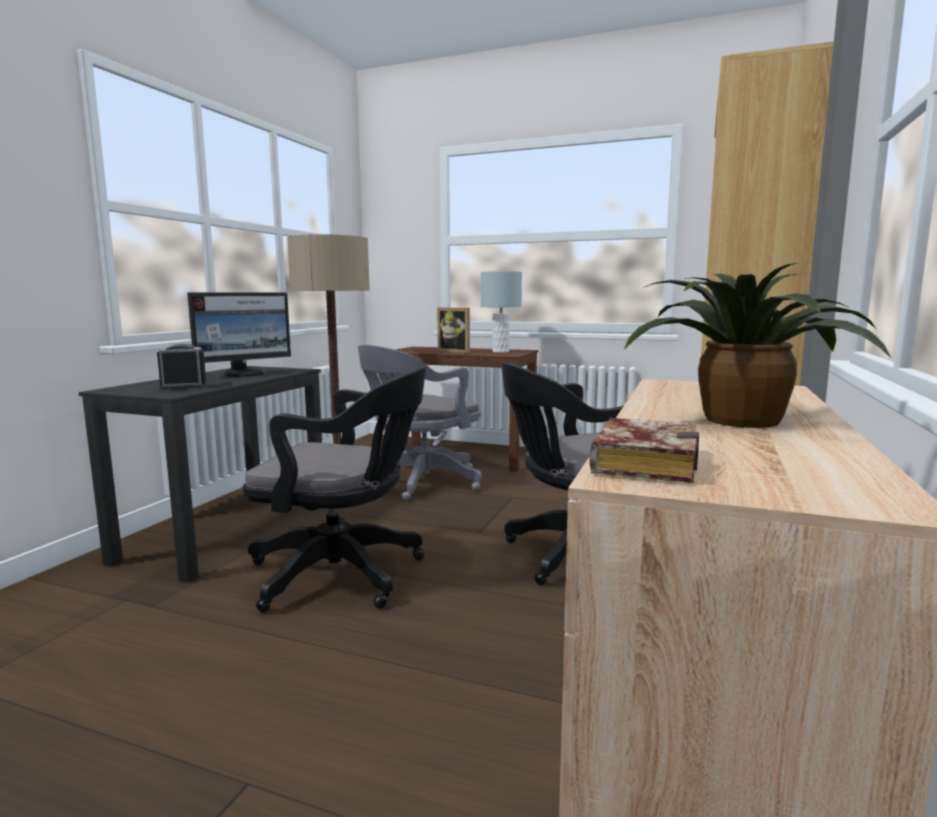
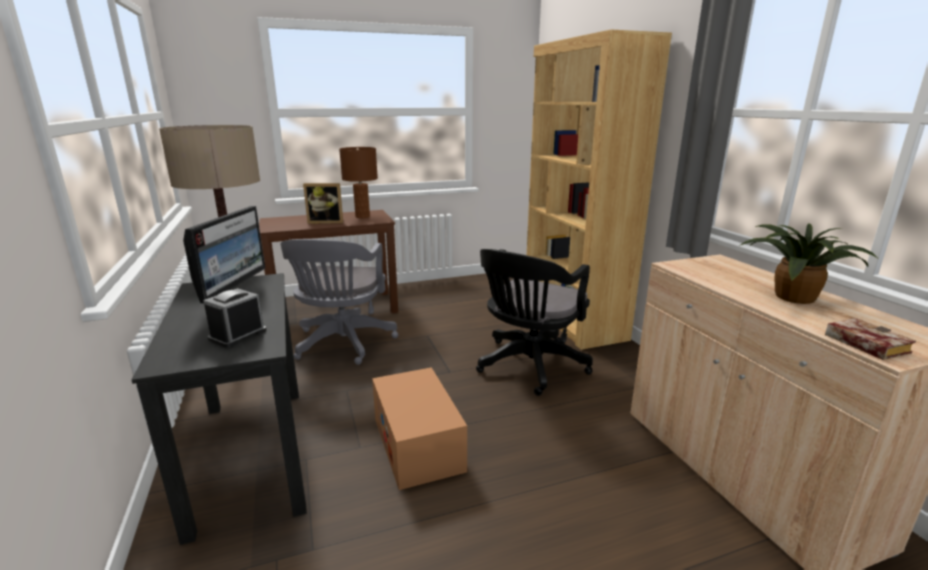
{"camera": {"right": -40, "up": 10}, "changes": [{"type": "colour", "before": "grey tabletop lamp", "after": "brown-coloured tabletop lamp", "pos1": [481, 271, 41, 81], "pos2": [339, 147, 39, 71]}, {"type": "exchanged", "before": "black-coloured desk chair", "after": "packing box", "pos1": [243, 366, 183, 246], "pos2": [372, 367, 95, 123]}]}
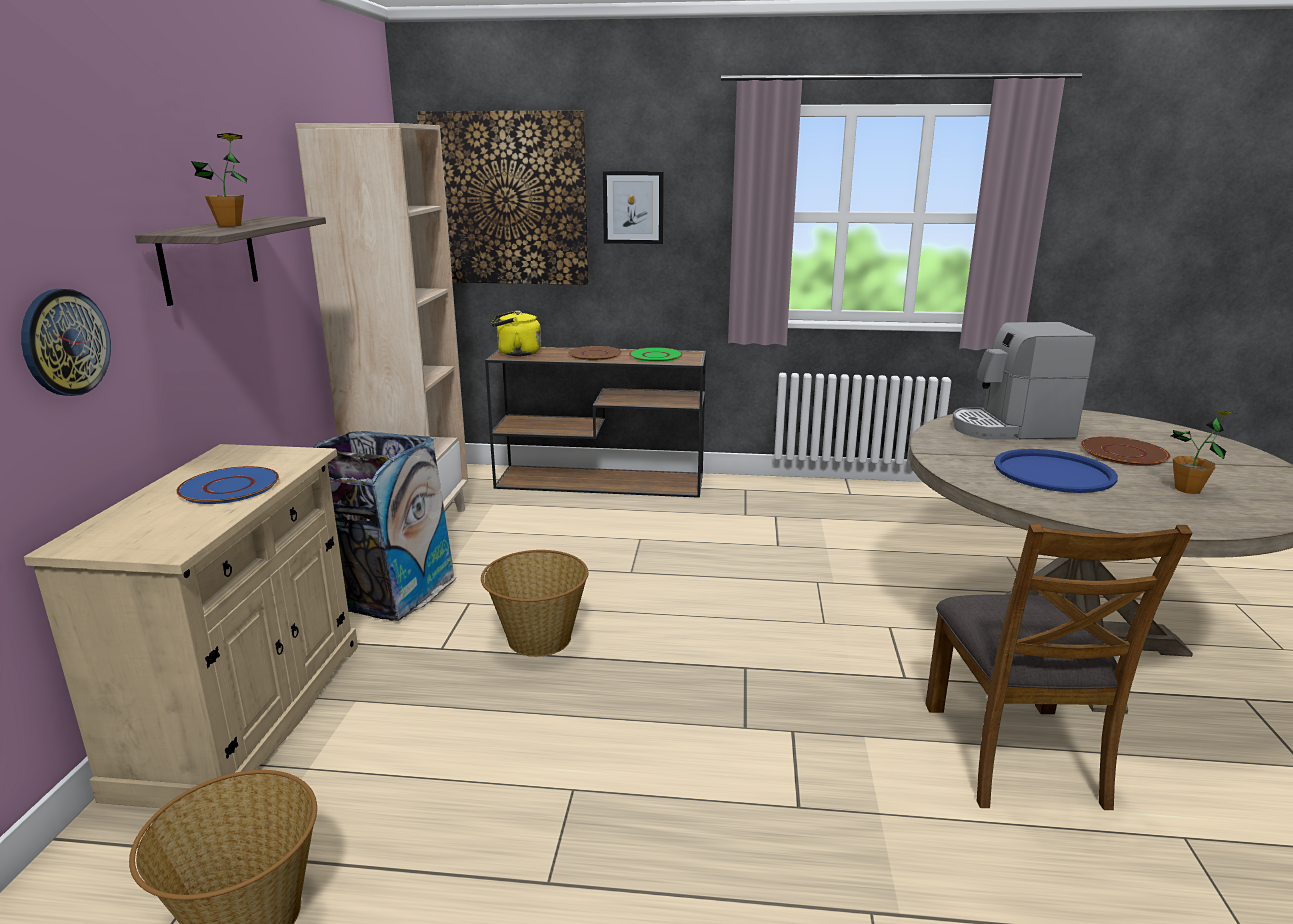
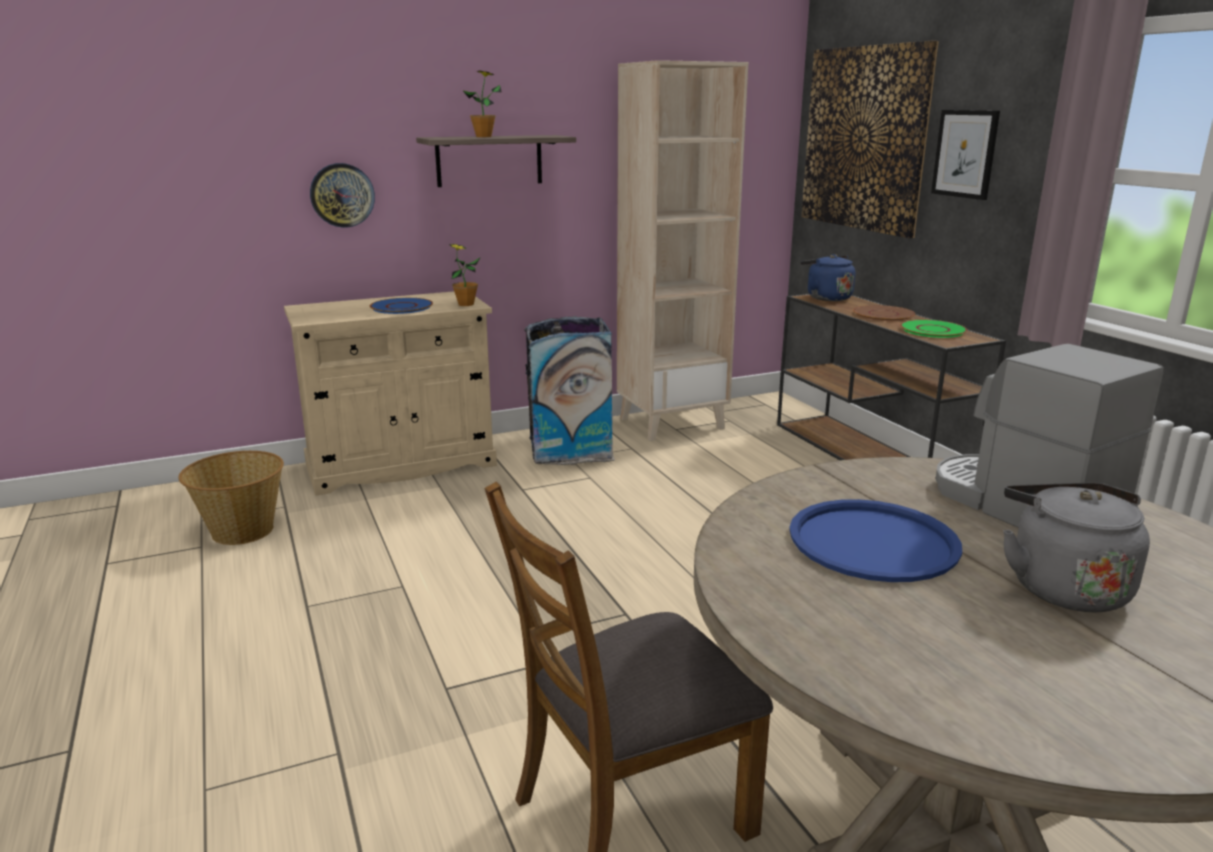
{"camera": {"right": 60, "up": 0}, "changes": [{"type": "colour", "before": "yellow water kettle", "after": "blue water kettle", "pos1": [492, 310, 49, 46], "pos2": [801, 254, 54, 47]}, {"type": "relocated", "before": "potted plant", "pos1": [1171, 409, 67, 85], "pos2": [448, 244, 32, 62]}, {"type": "exchanged", "before": "brown-coloured flat dish", "after": "grey water kettle", "pos1": [1081, 436, 90, 30], "pos2": [1003, 483, 147, 129]}, {"type": "missing", "before": "basket", "pos1": [481, 550, 107, 107]}]}
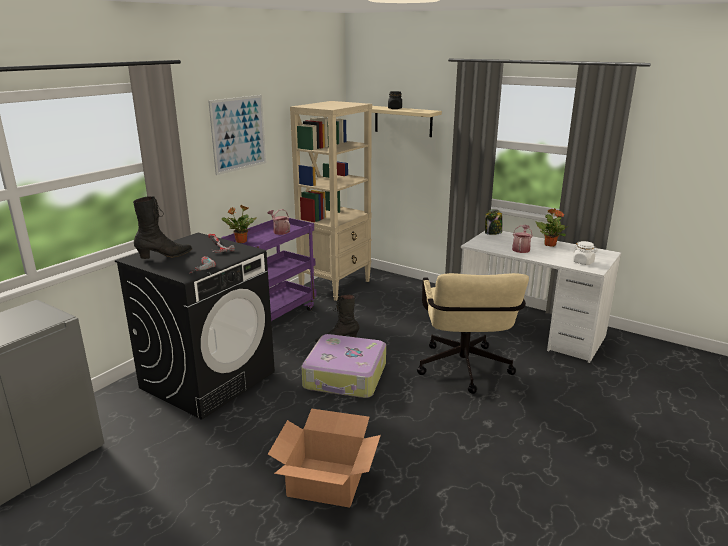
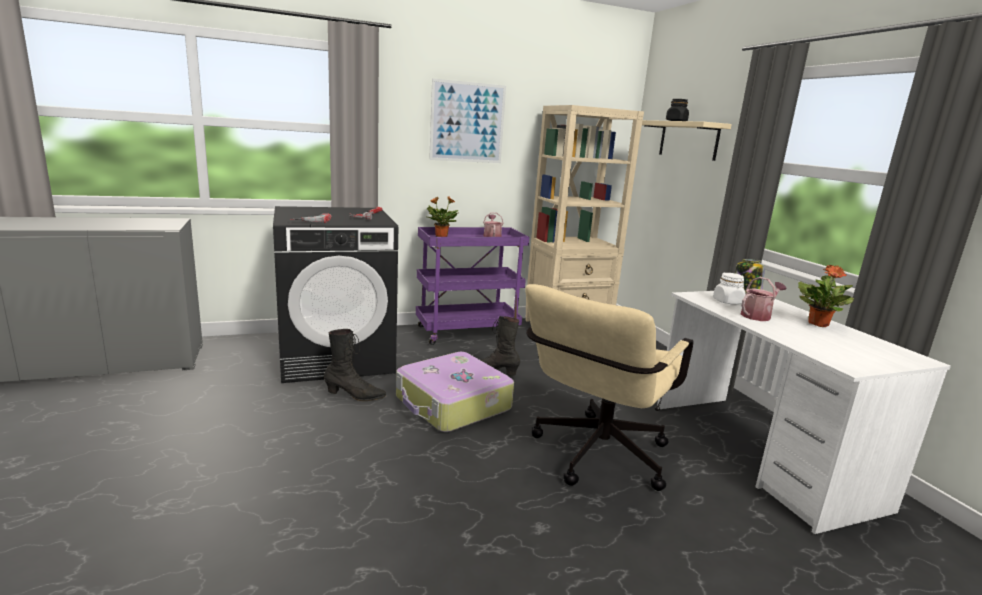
{"camera": {"right": 35, "up": -5}, "changes": [{"type": "relocated", "before": "black-coloured boot", "pos1": [133, 196, 59, 63], "pos2": [324, 329, 62, 72]}, {"type": "relocated", "before": "white jar", "pos1": [573, 241, 25, 24], "pos2": [713, 273, 33, 31]}, {"type": "missing", "before": "packing box", "pos1": [268, 408, 113, 100]}]}
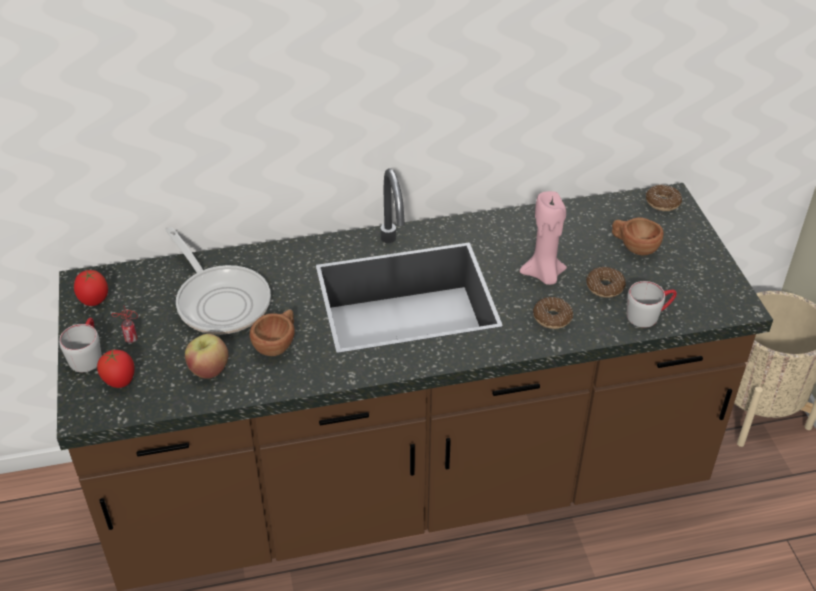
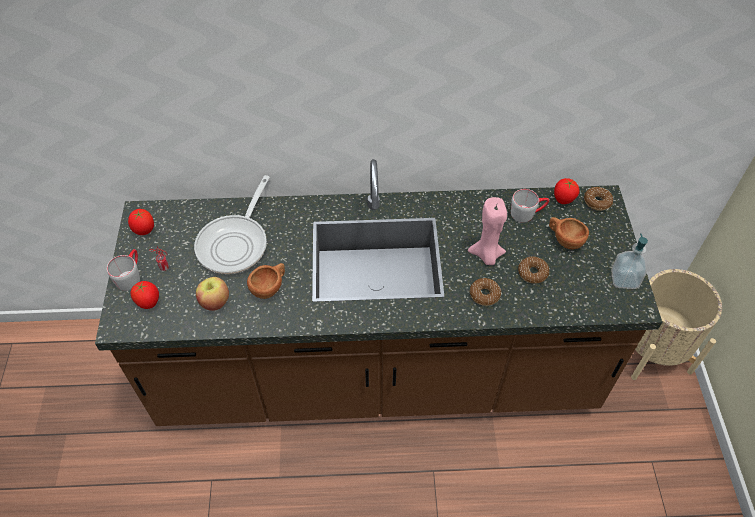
{"camera": {"right": 10, "up": 10}, "changes": [{"type": "spun", "before": "frying pan", "pos1": [166, 227, 105, 108], "pos2": [194, 175, 76, 99], "turn": 45}, {"type": "relocated", "before": "grey mug", "pos1": [627, 281, 50, 47], "pos2": [511, 189, 38, 34]}, {"type": "appeared", "after": "fresh tomato", "pos2": [554, 178, 25, 26]}, {"type": "appeared", "after": "liquid soap bottle", "pos2": [611, 234, 37, 55]}]}
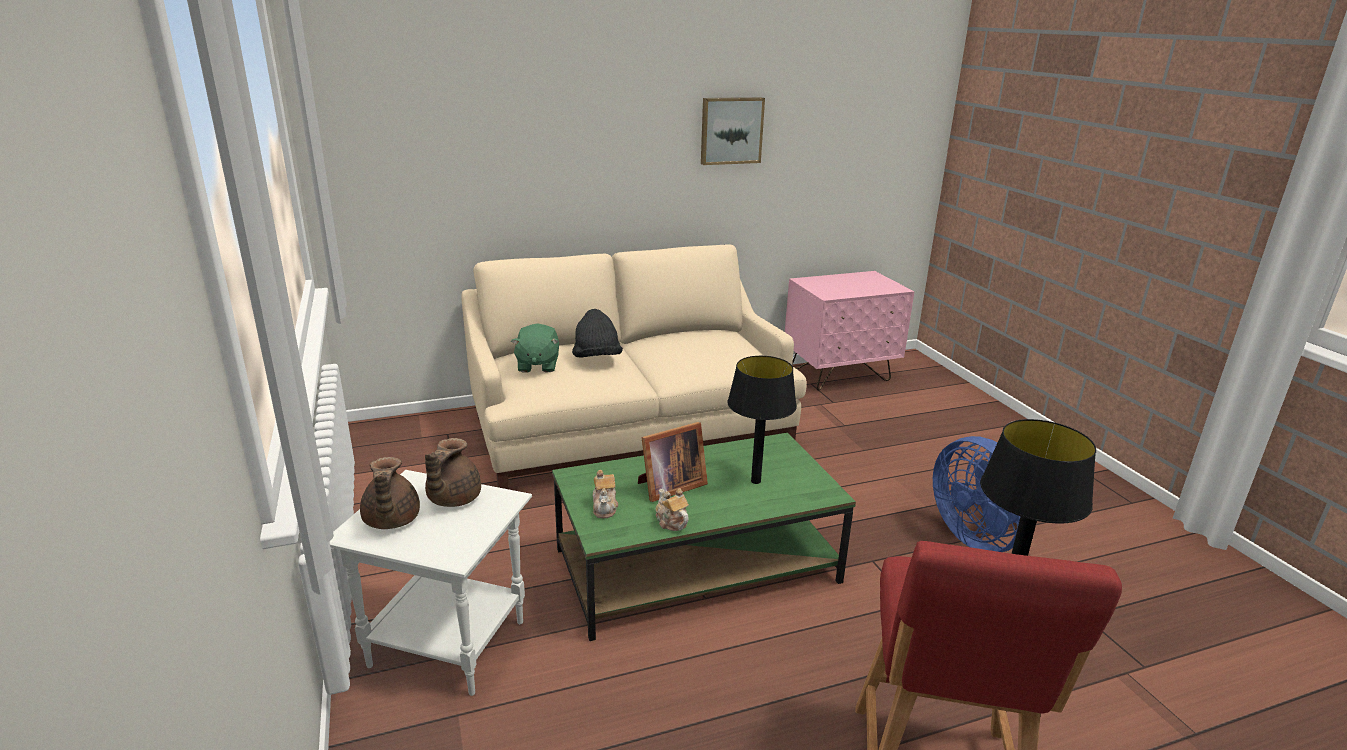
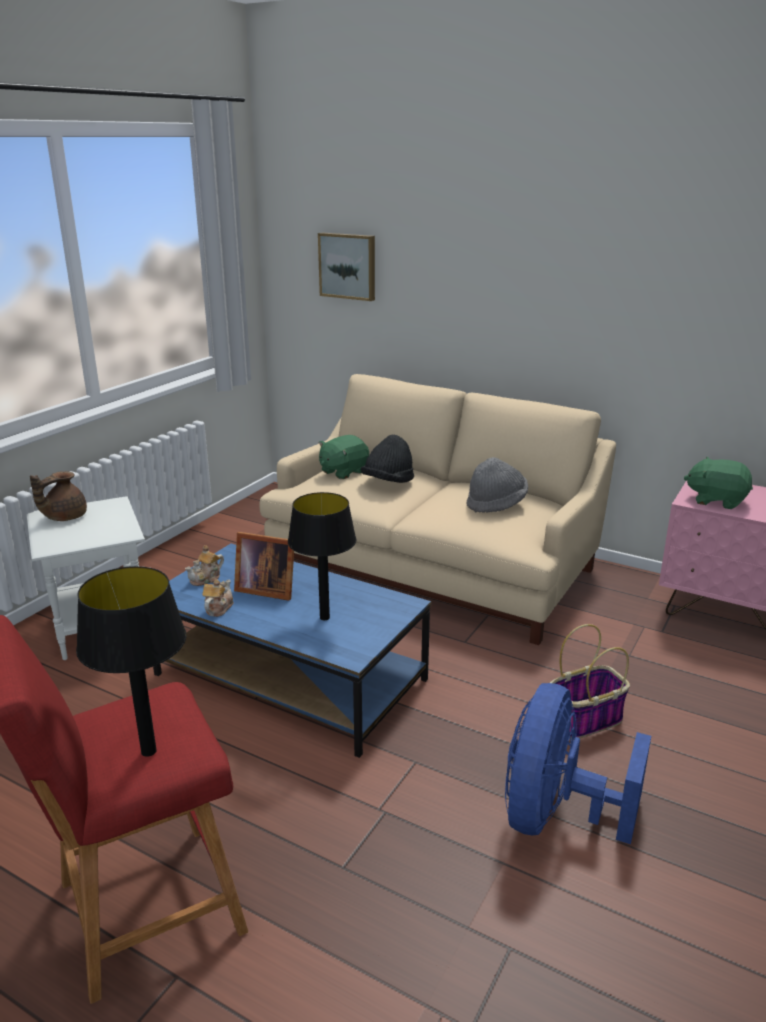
{"camera": {"right": 50, "up": 0}, "changes": [{"type": "relocated", "before": "picture", "pos1": [701, 97, 64, 68], "pos2": [318, 233, 57, 68]}, {"type": "colour", "before": "greenish lounge table", "after": "blue lounge table", "pos1": [552, 433, 304, 208], "pos2": [153, 543, 278, 215]}, {"type": "missing", "before": "brown-coloured teapot", "pos1": [425, 438, 56, 69]}, {"type": "appeared", "after": "grey hat", "pos2": [467, 457, 61, 56]}, {"type": "appeared", "after": "greenish cuddly toy", "pos2": [684, 457, 69, 52]}, {"type": "appeared", "after": "basket", "pos2": [550, 624, 80, 115]}]}
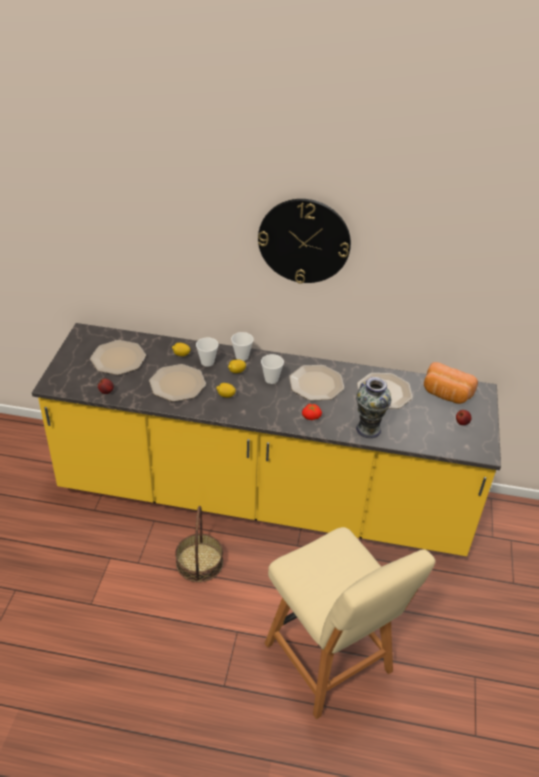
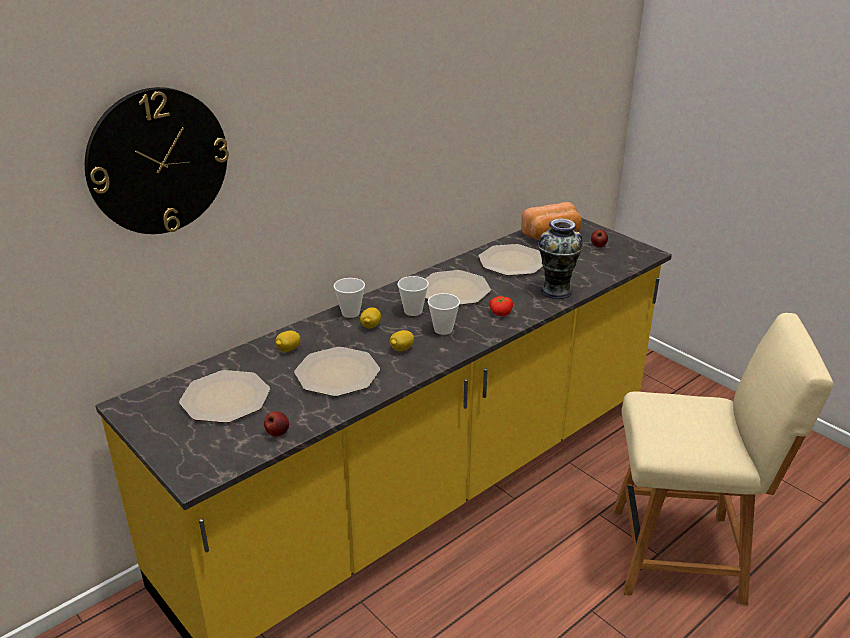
{"camera": {"right": -50, "up": -10}, "changes": [{"type": "relocated", "before": "hanging clock", "pos1": [258, 199, 93, 85], "pos2": [85, 87, 144, 147]}, {"type": "relocated", "before": "small cup", "pos1": [196, 338, 23, 29], "pos2": [428, 293, 32, 42]}, {"type": "missing", "before": "basket", "pos1": [175, 506, 48, 76]}]}
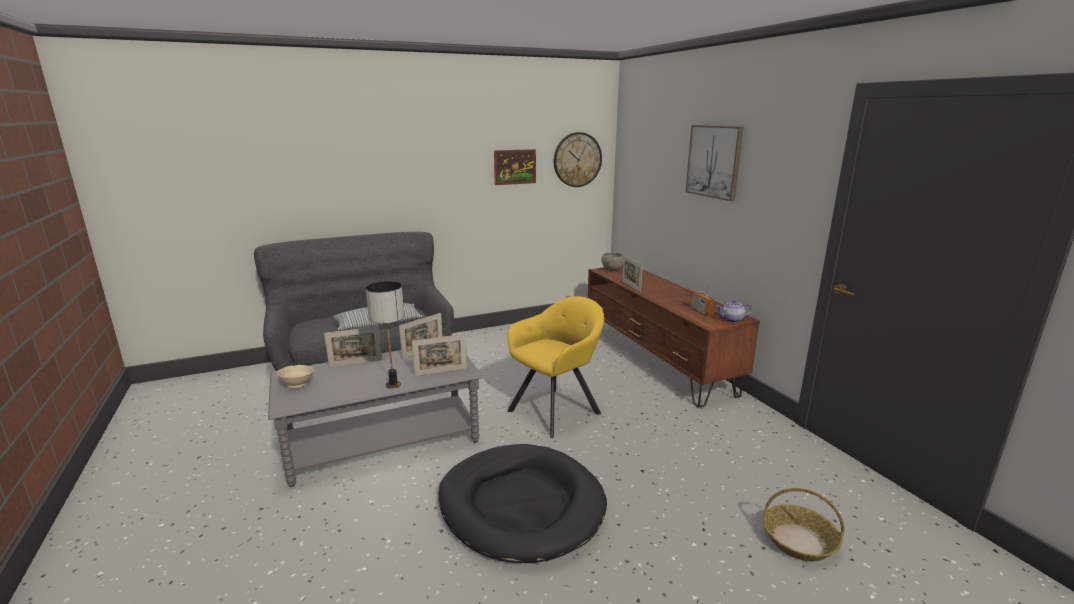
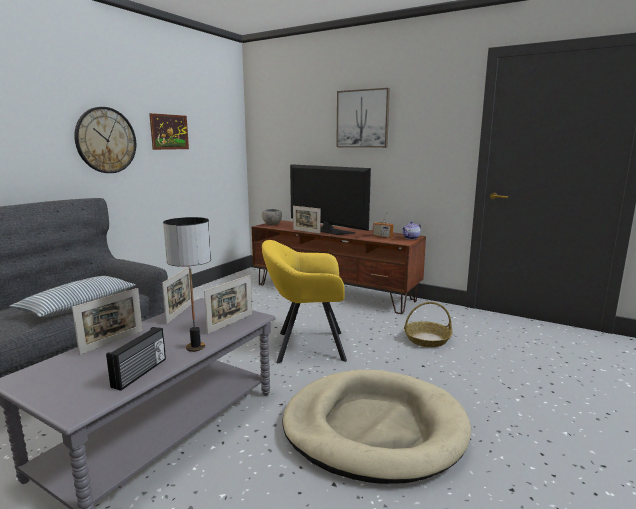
{"camera": {"right": -35, "up": -5}, "changes": [{"type": "relocated", "before": "hanging clock", "pos1": [554, 132, 48, 55], "pos2": [74, 107, 62, 66]}, {"type": "spun", "before": "yellow easy chair", "pos1": [507, 296, 97, 142], "pos2": [262, 240, 85, 123], "turn": -105}, {"type": "missing", "before": "beige-coloured bowl", "pos1": [277, 365, 37, 24]}, {"type": "colour", "before": "black-coloured dog cushion", "after": "beige-coloured dog cushion", "pos1": [438, 444, 169, 119], "pos2": [282, 369, 189, 115]}, {"type": "relocated", "before": "basket", "pos1": [763, 488, 81, 73], "pos2": [404, 302, 48, 45]}, {"type": "appeared", "after": "TV set", "pos2": [290, 164, 81, 71]}, {"type": "appeared", "after": "radio set", "pos2": [106, 327, 60, 64]}]}
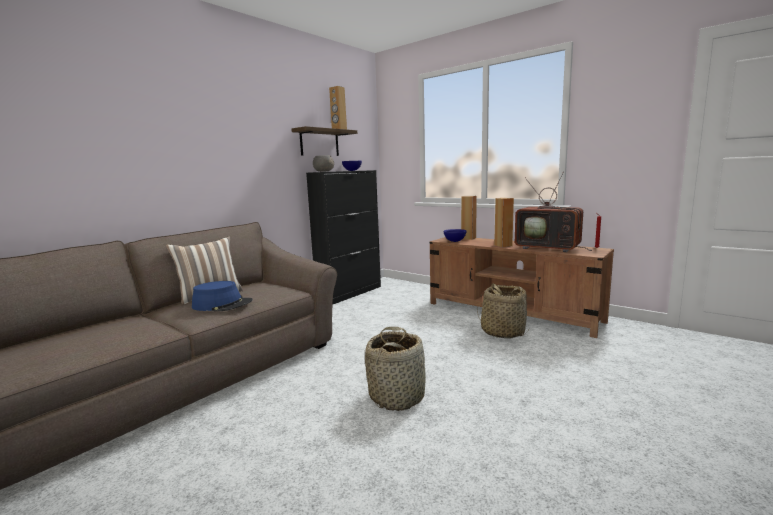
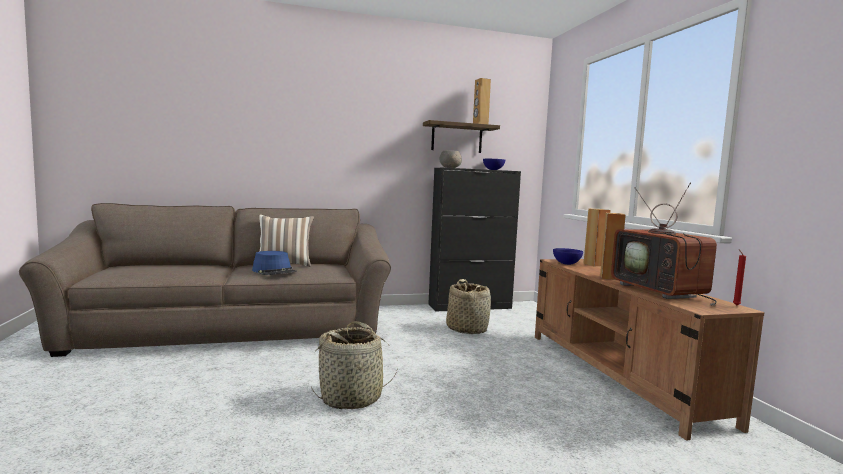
{"camera": {"right": 35, "up": -5}, "changes": [{"type": "relocated", "before": "basket", "pos1": [477, 283, 51, 55], "pos2": [446, 279, 45, 55]}]}
